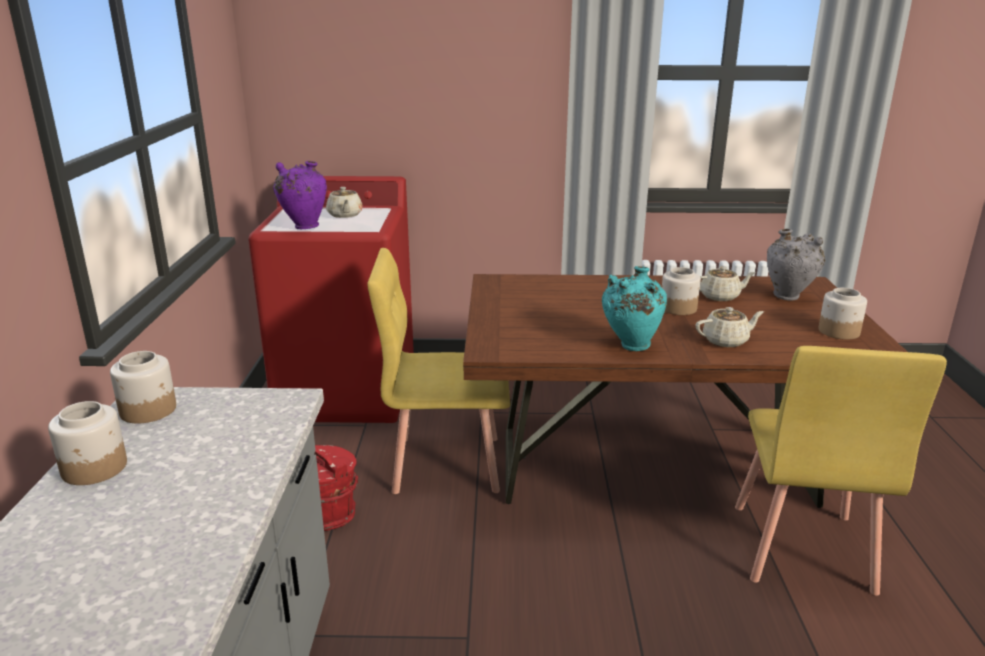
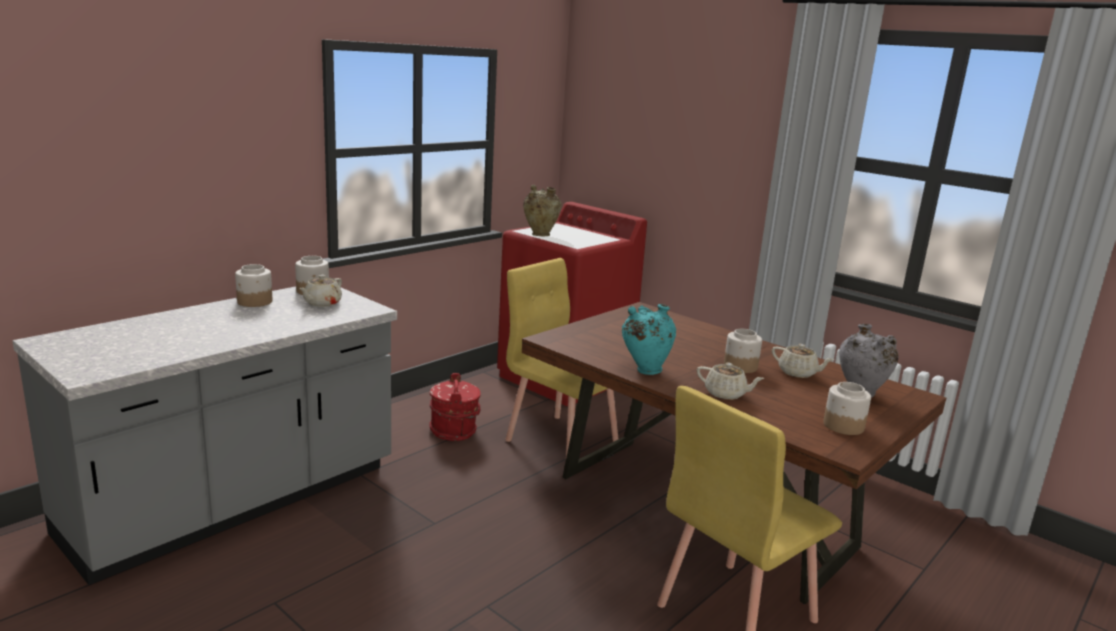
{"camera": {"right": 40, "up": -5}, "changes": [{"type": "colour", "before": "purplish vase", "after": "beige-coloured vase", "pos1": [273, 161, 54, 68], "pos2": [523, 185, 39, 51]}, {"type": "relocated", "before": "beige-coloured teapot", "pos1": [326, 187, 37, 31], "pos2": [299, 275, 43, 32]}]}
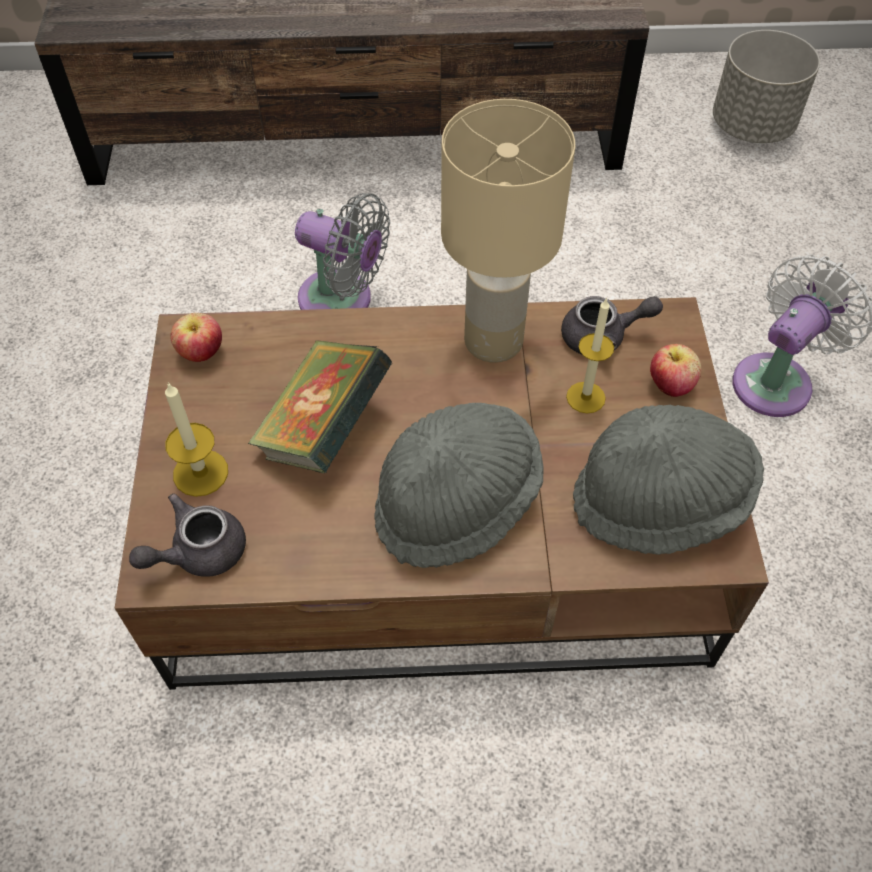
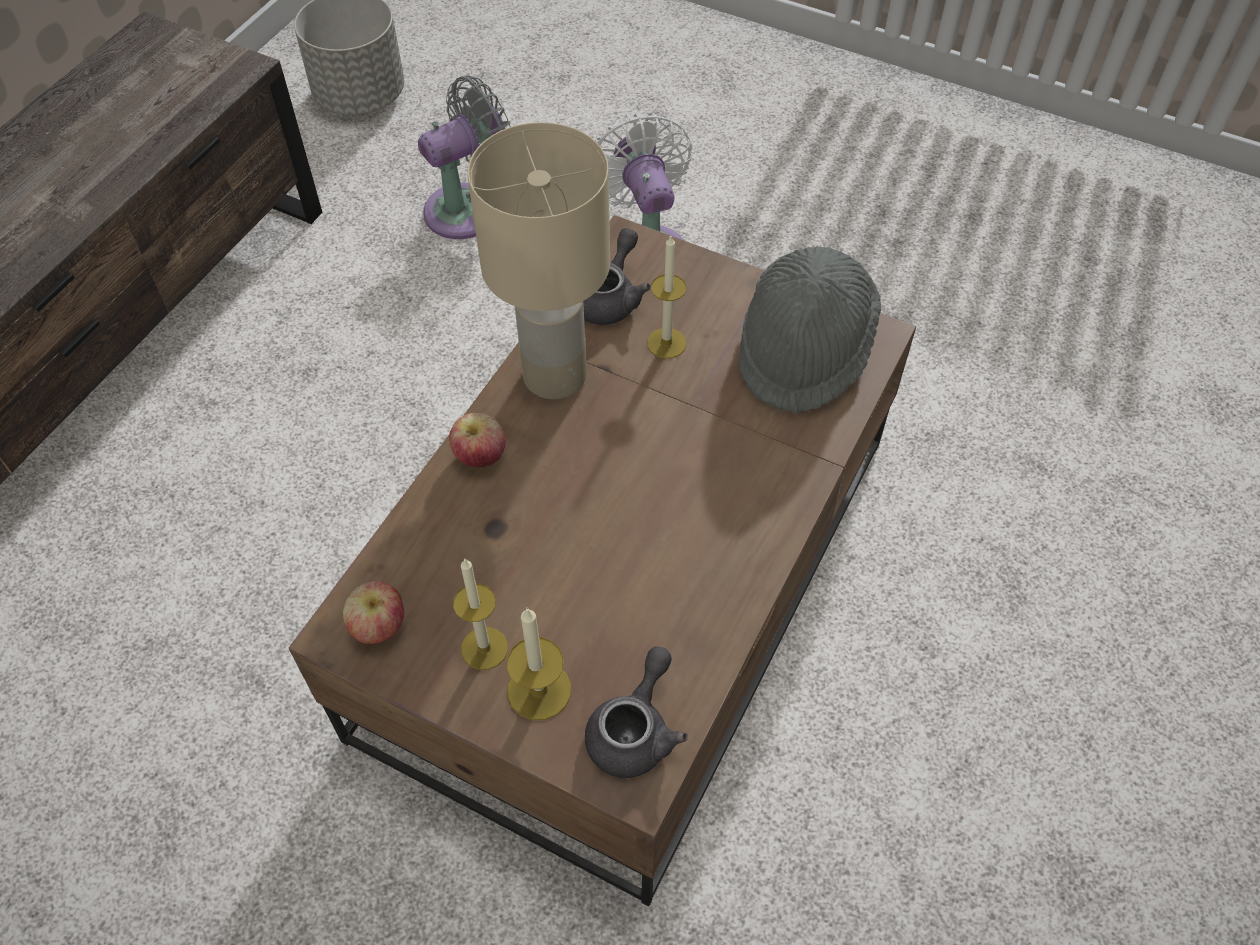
{"camera": {"right": -60, "up": 0}, "changes": [{"type": "relocated", "before": "grey cooling fan", "pos1": [295, 193, 95, 117], "pos2": [418, 76, 93, 163]}, {"type": "missing", "before": "bound book", "pos1": [248, 340, 144, 133]}, {"type": "relocated", "before": "whole apple", "pos1": [650, 344, 51, 53], "pos2": [449, 413, 57, 55]}, {"type": "missing", "before": "grey hat", "pos1": [374, 403, 170, 165]}, {"type": "spun", "before": "grey teapot", "pos1": [129, 493, 117, 84], "pos2": [585, 646, 103, 132], "turn": -150}, {"type": "appeared", "after": "candle", "pos2": [453, 558, 55, 112]}]}
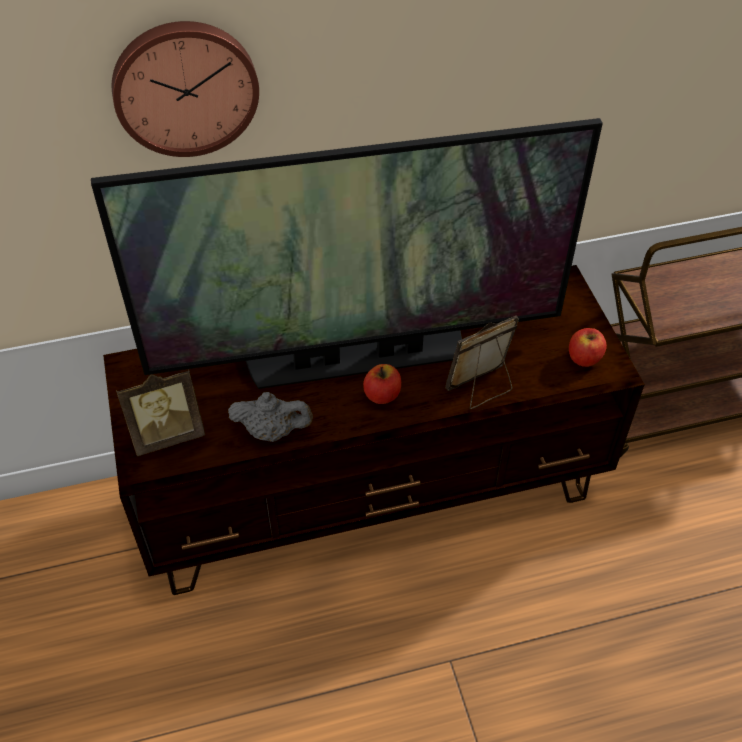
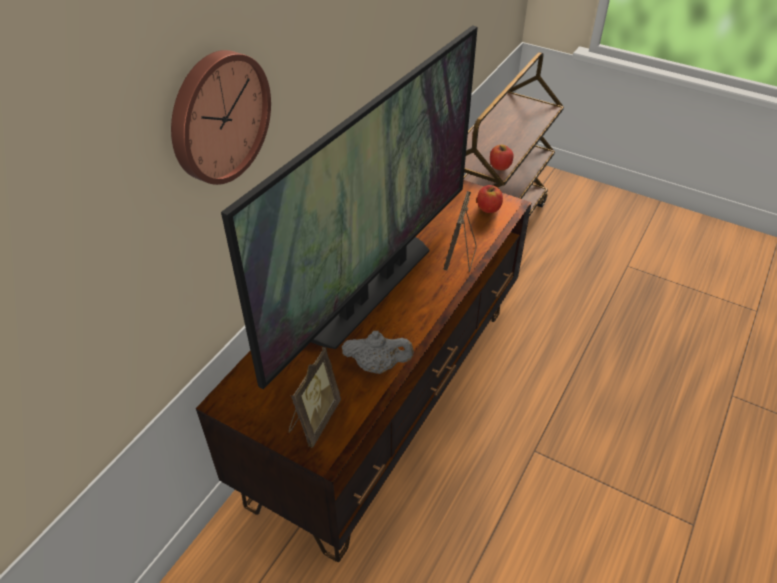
{"camera": {"right": -45, "up": -5}, "changes": [{"type": "relocated", "before": "whole apple", "pos1": [363, 364, 38, 40], "pos2": [490, 145, 24, 25]}, {"type": "spun", "before": "grey teapot", "pos1": [228, 392, 85, 50], "pos2": [342, 331, 72, 43], "turn": 45}]}
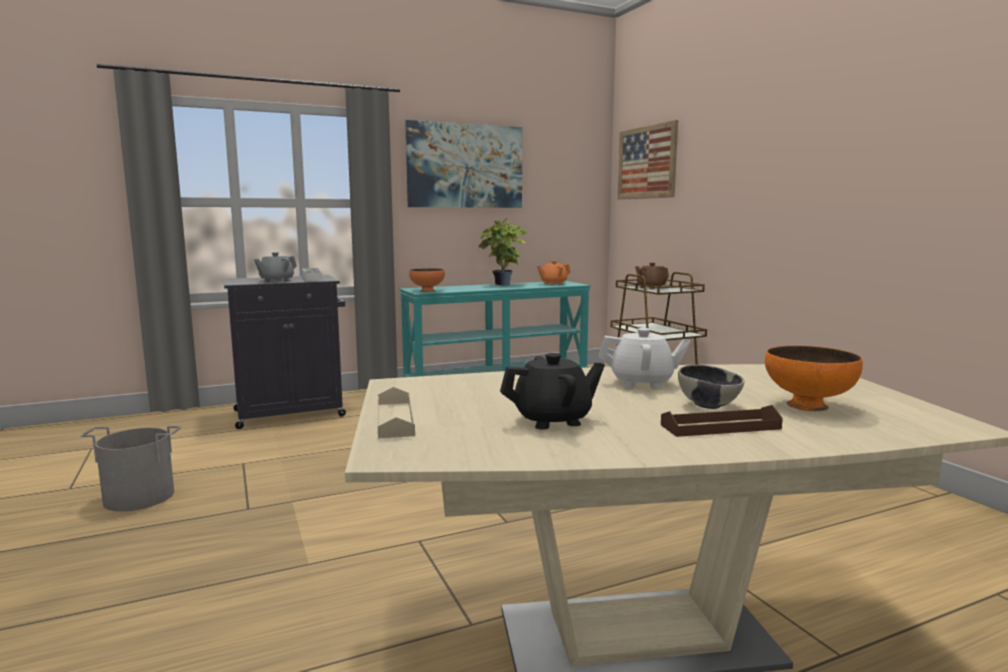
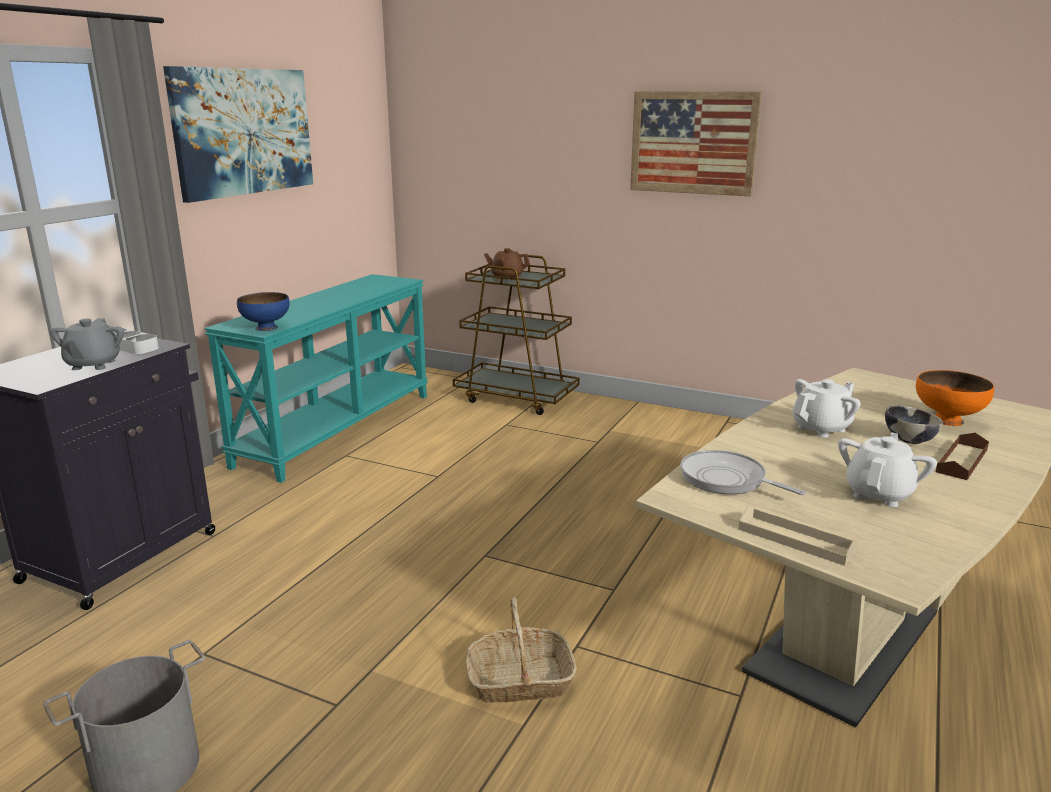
{"camera": {"right": -40, "up": 10}, "changes": [{"type": "relocated", "before": "picture", "pos1": [618, 120, 60, 80], "pos2": [630, 91, 132, 105]}, {"type": "missing", "before": "potted plant", "pos1": [478, 218, 49, 68]}, {"type": "missing", "before": "orangey teapot", "pos1": [537, 261, 34, 24]}, {"type": "colour", "before": "orangey bowl", "after": "blue bowl", "pos1": [409, 268, 36, 24], "pos2": [237, 292, 53, 39]}, {"type": "colour", "before": "black-coloured teapot", "after": "white teapot", "pos1": [500, 353, 105, 76], "pos2": [838, 433, 99, 74]}, {"type": "appeared", "after": "frying pan", "pos2": [680, 450, 126, 45]}, {"type": "appeared", "after": "basket", "pos2": [465, 597, 112, 106]}]}
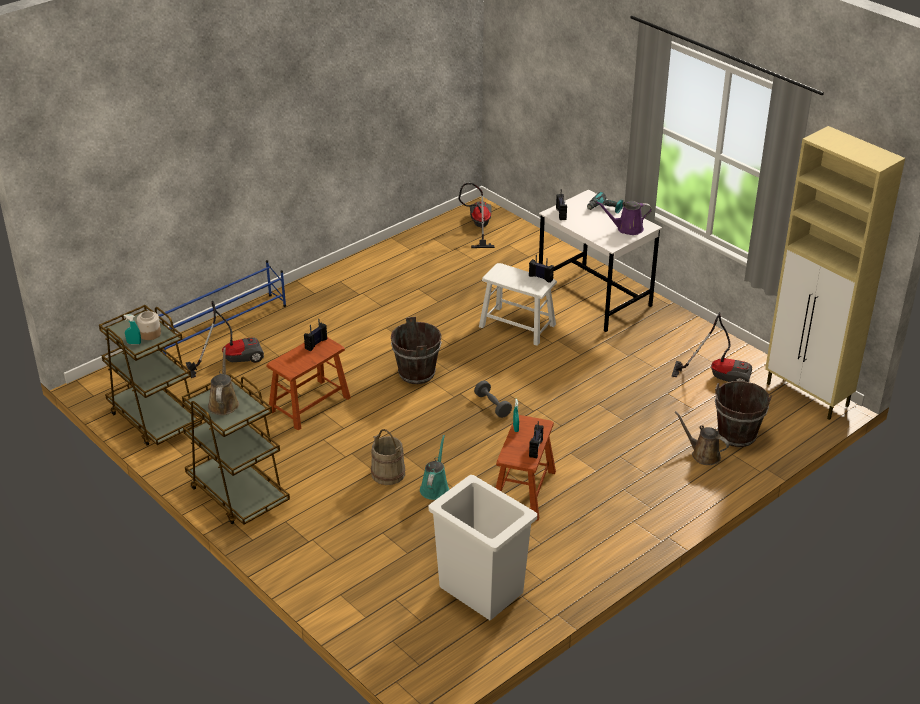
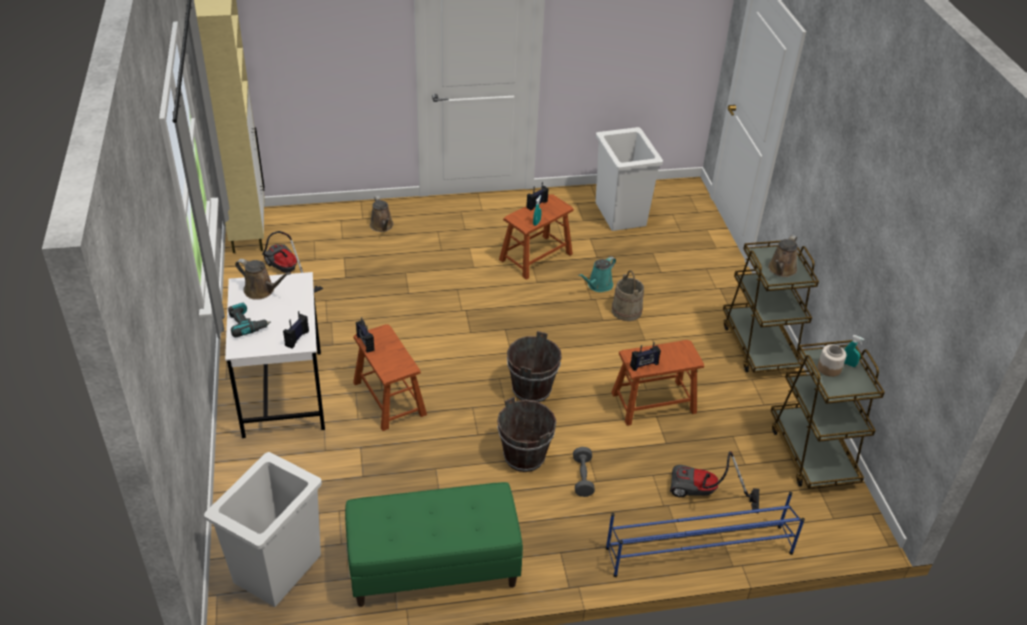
{"camera": {"right": -150, "up": 5}, "changes": [{"type": "exchanged", "before": "vacuum", "after": "white rubbish bin", "pos1": [458, 183, 37, 65], "pos2": [204, 452, 118, 155]}, {"type": "colour", "before": "purplish watering pot", "after": "brown-coloured watering pot", "pos1": [596, 201, 56, 34], "pos2": [235, 259, 56, 41]}, {"type": "colour", "before": "white stool seat", "after": "brown-coloured stool seat", "pos1": [479, 263, 78, 83], "pos2": [353, 324, 74, 107]}, {"type": "relocated", "before": "grey hand weight", "pos1": [474, 380, 38, 38], "pos2": [573, 447, 22, 50]}, {"type": "relocated", "before": "brown-coloured pail", "pos1": [715, 381, 57, 66], "pos2": [497, 397, 59, 75]}, {"type": "appeared", "after": "greenish indoor bench", "pos2": [345, 482, 178, 125]}]}
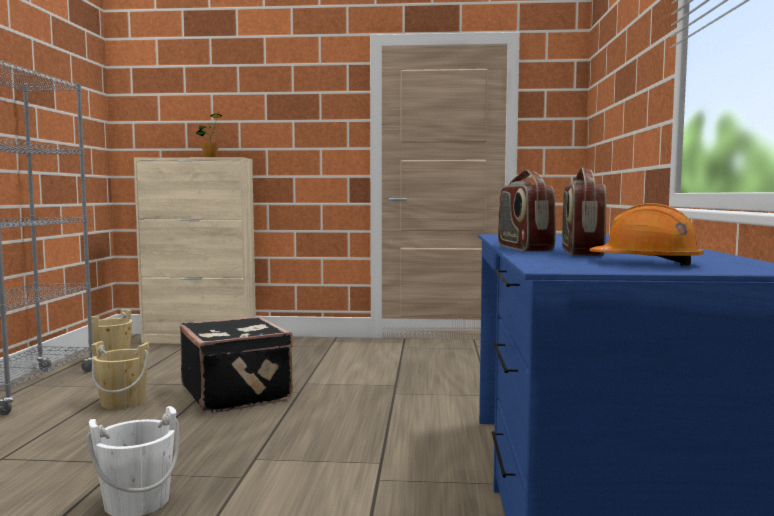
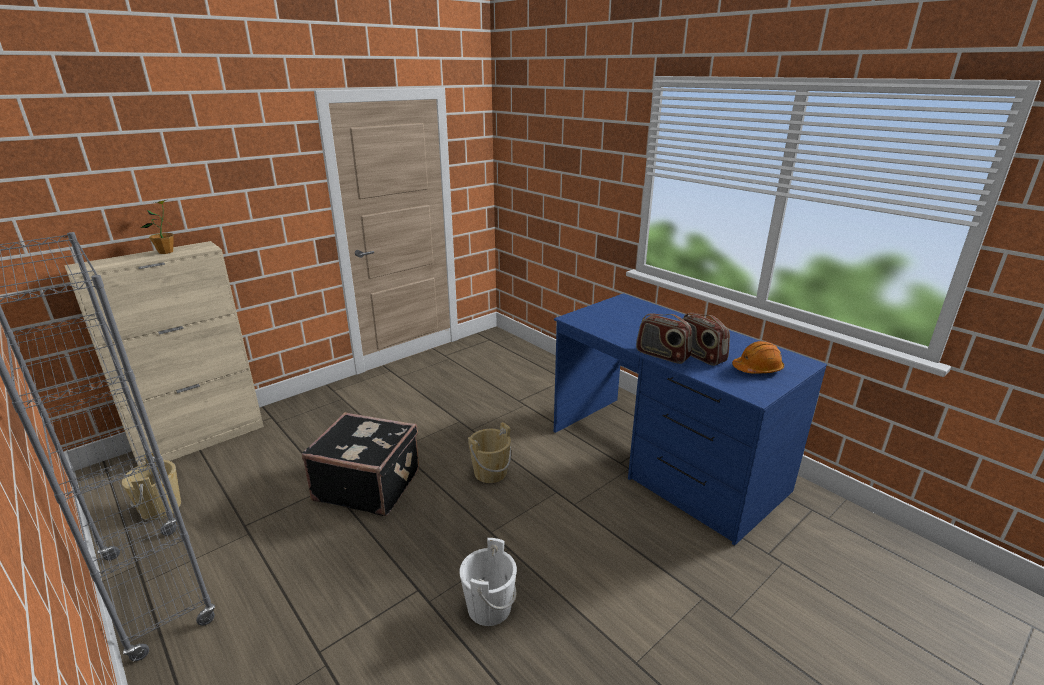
{"camera": {"right": -45, "up": 20}, "changes": [{"type": "relocated", "before": "beige-coloured pail", "pos1": [91, 341, 58, 68], "pos2": [468, 422, 43, 61]}]}
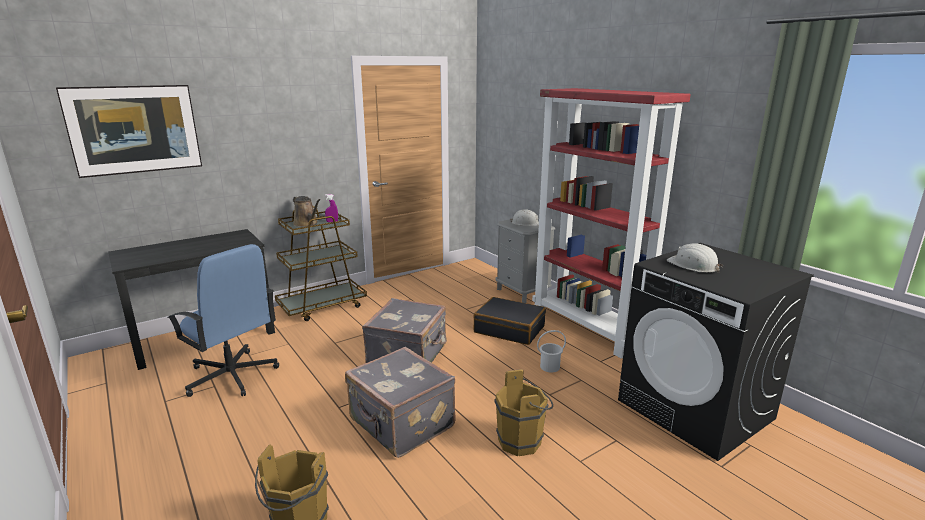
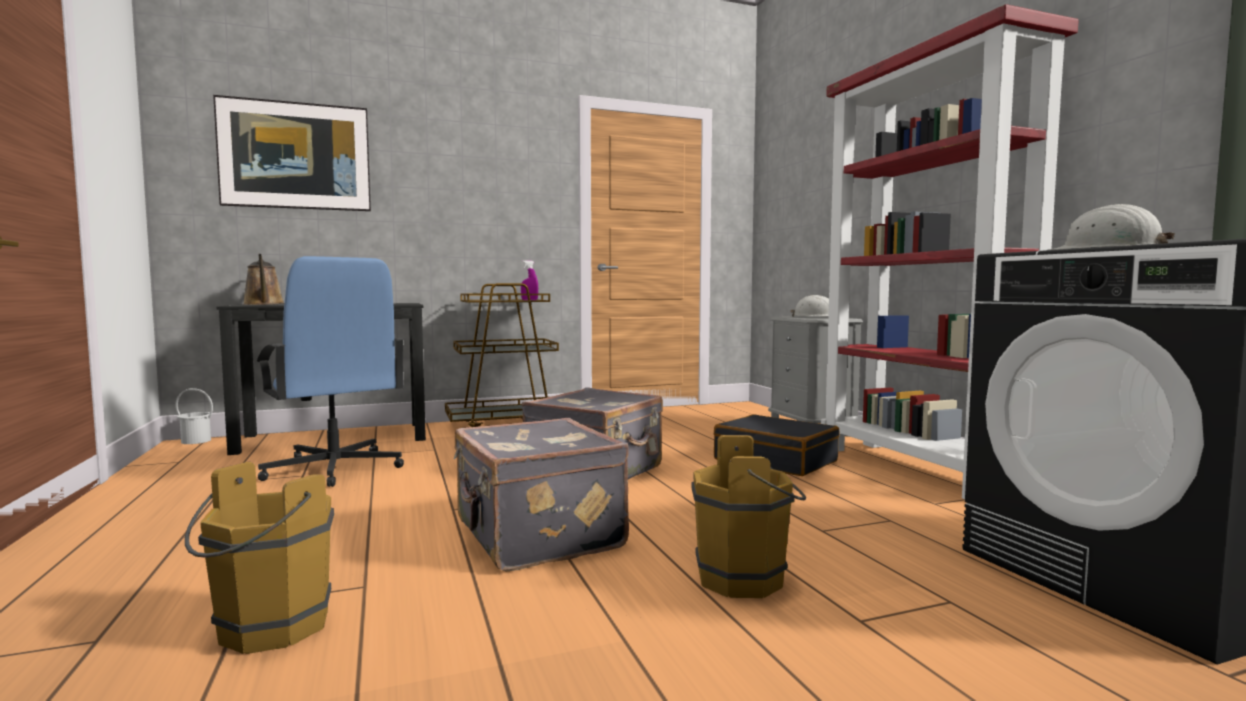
{"camera": {"right": 15, "up": -15}, "changes": [{"type": "relocated", "before": "brown-coloured watering pot", "pos1": [293, 196, 27, 31], "pos2": [243, 254, 41, 51]}, {"type": "relocated", "before": "white pail", "pos1": [537, 330, 29, 43], "pos2": [175, 388, 38, 56]}]}
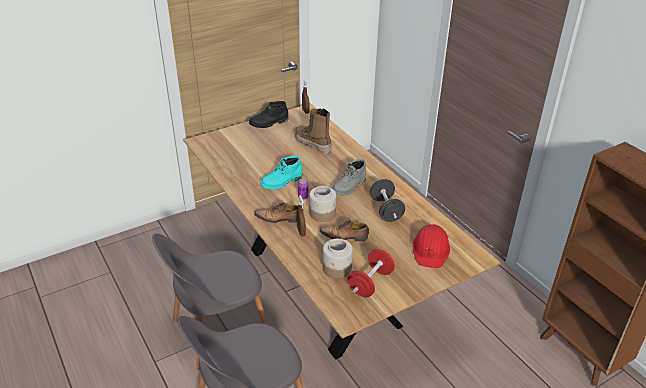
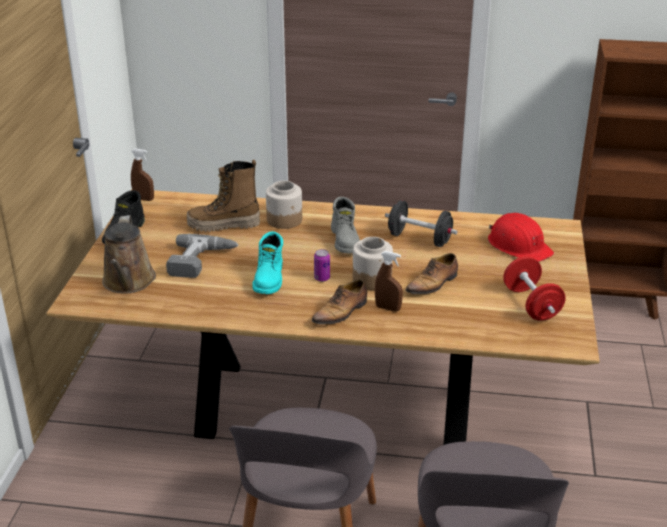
{"camera": {"right": -50, "up": -5}, "changes": [{"type": "relocated", "before": "jar", "pos1": [323, 239, 30, 40], "pos2": [266, 181, 36, 48]}, {"type": "appeared", "after": "brown-coloured watering pot", "pos2": [102, 215, 54, 78]}, {"type": "appeared", "after": "power drill", "pos2": [166, 234, 73, 44]}]}
